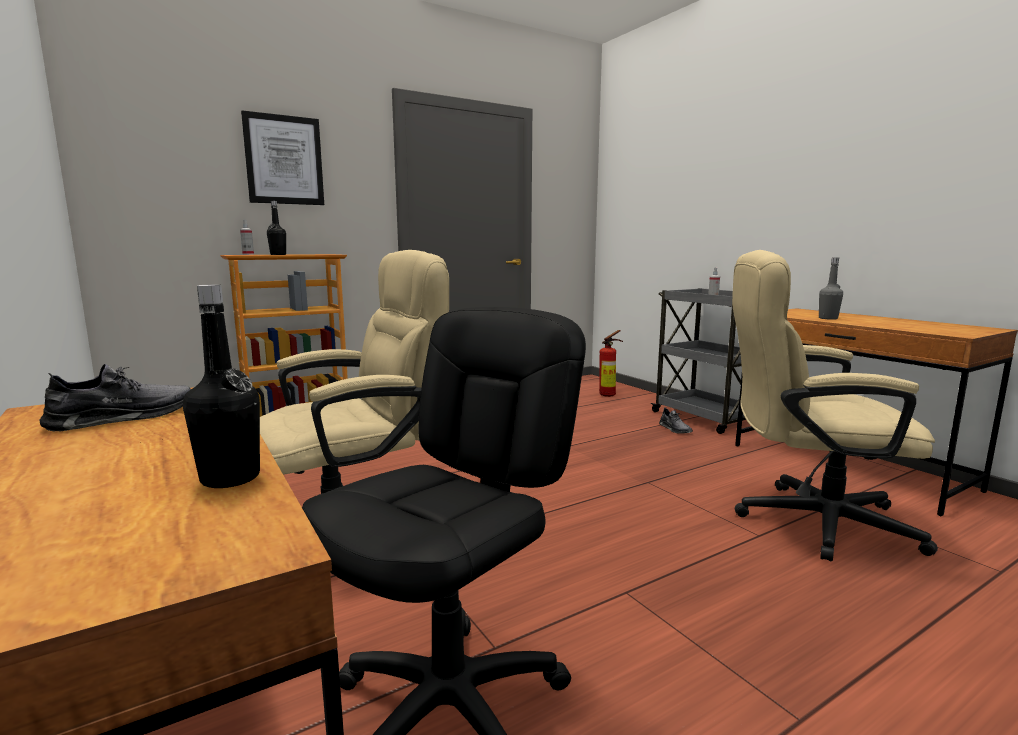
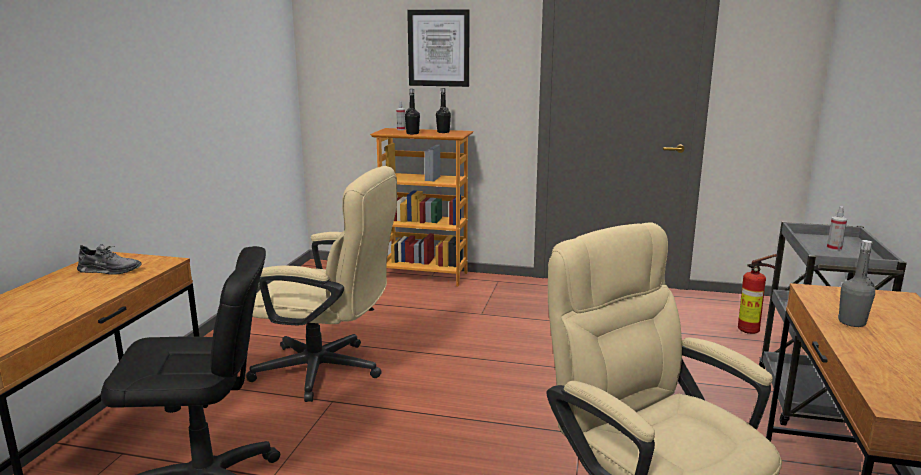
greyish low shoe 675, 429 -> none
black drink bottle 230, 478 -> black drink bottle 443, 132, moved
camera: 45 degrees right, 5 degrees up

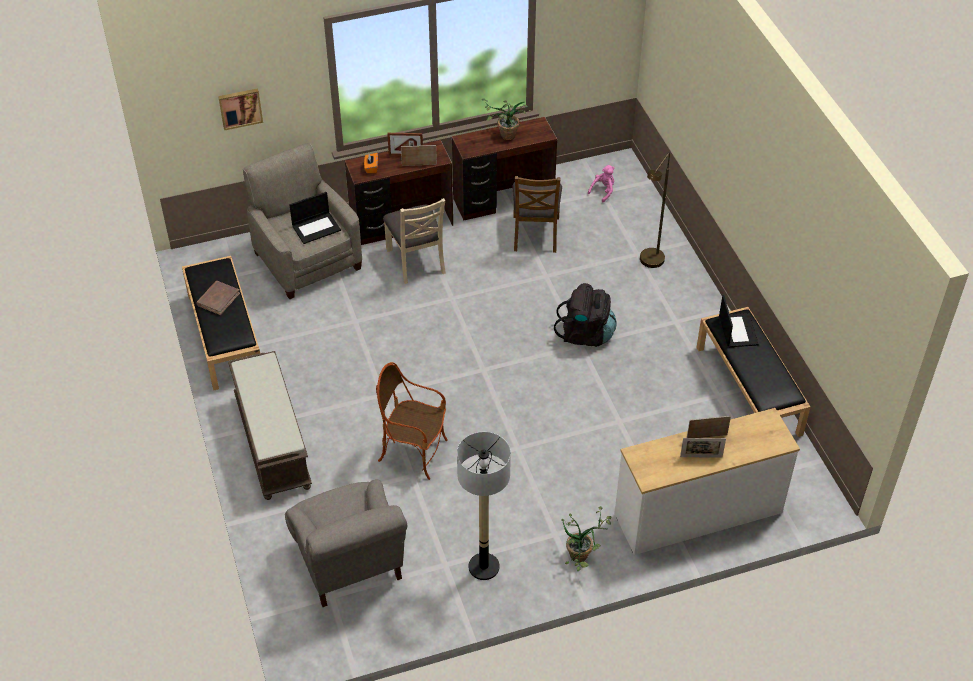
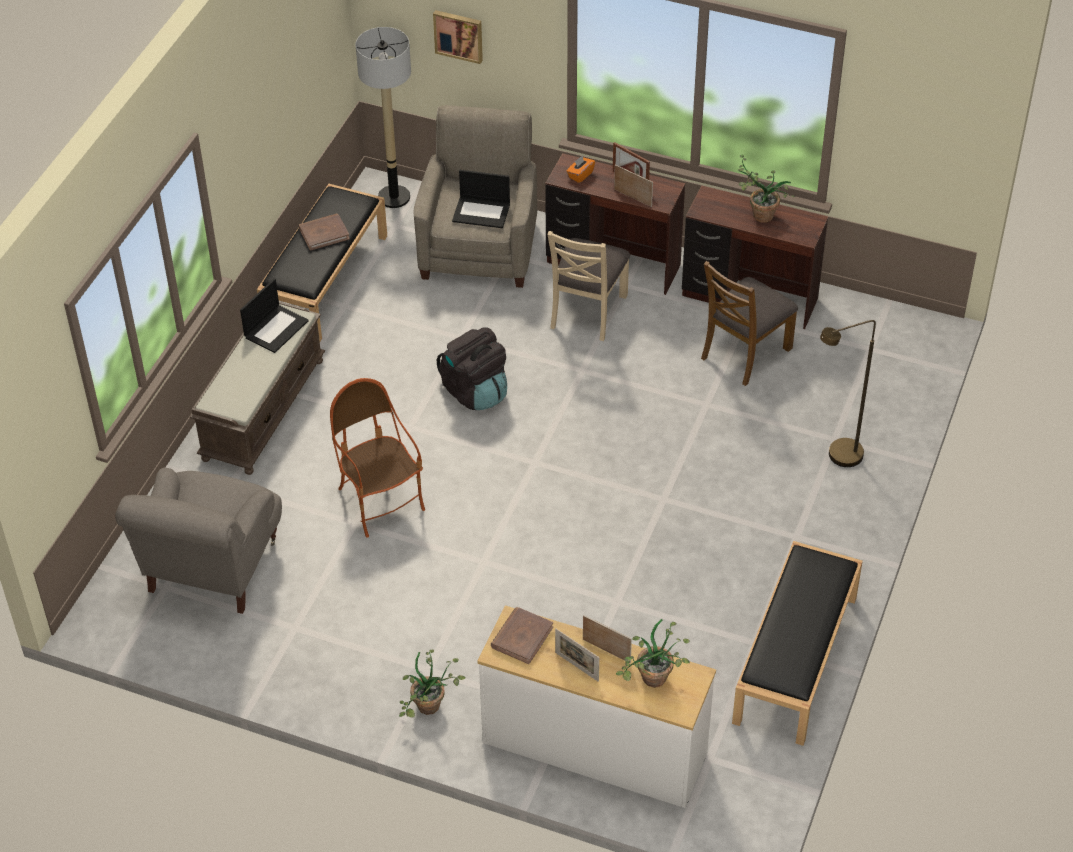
pinkish plush toy 603, 191 -> none
none -> brown-coloured book 522, 637
none -> potted plant 651, 683
standing lamp 483, 566 -> standing lamp 394, 197, moved
black backpack 585, 334 -> black backpack 475, 391, moved
notebook computer 737, 330 -> notebook computer 276, 328, moved
camera: 40 degrees right, 0 degrees up

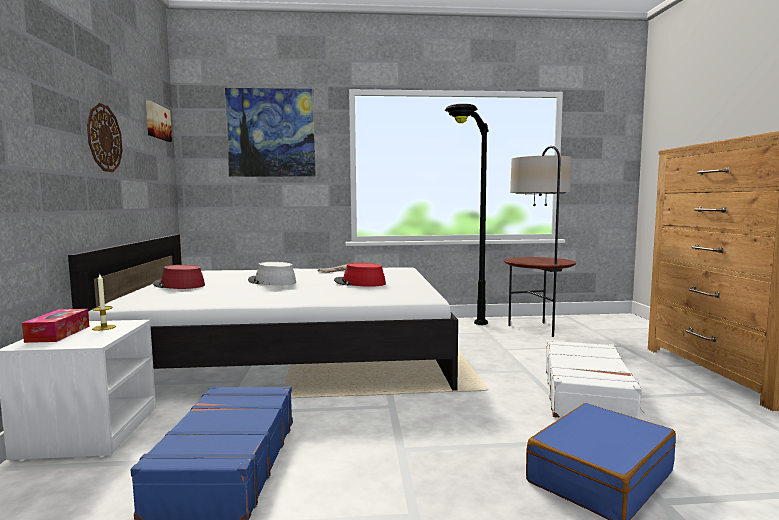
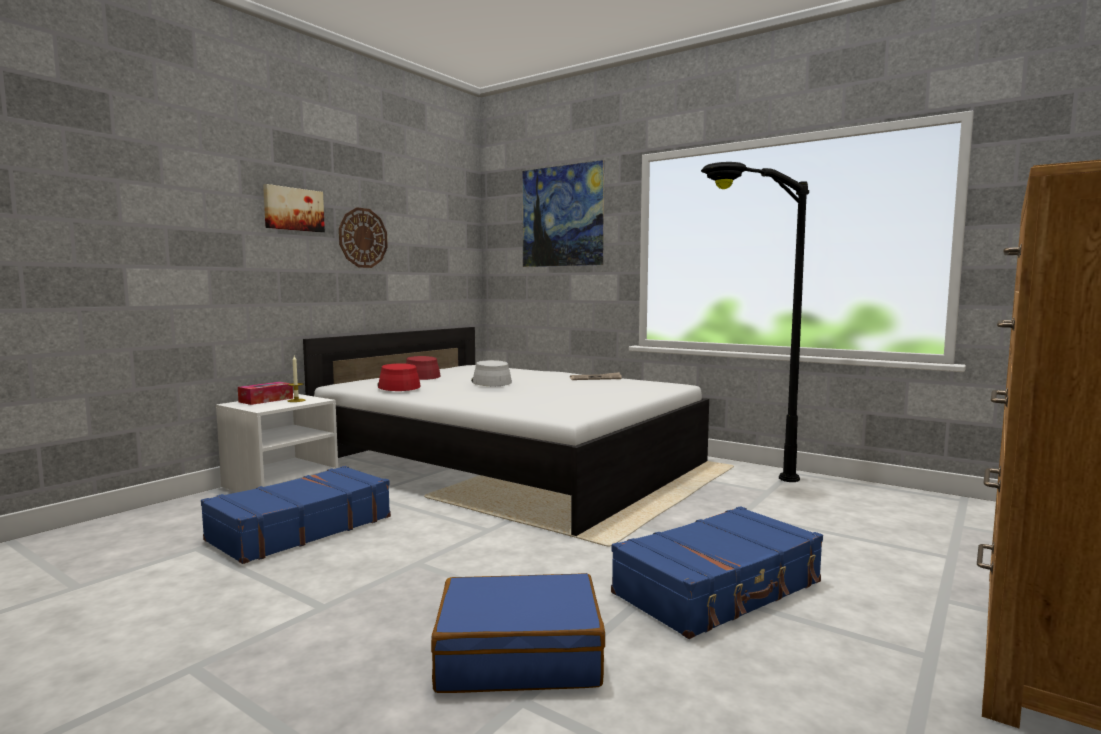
standing lamp 537, 329 -> none
wall art 157, 122 -> wall art 293, 209, moved
red-coloured wearable hat 359, 283 -> red-coloured wearable hat 398, 386, moved
whitish piece of luggage 587, 394 -> blue-coloured piece of luggage 719, 589
camera: 40 degrees right, 0 degrees up

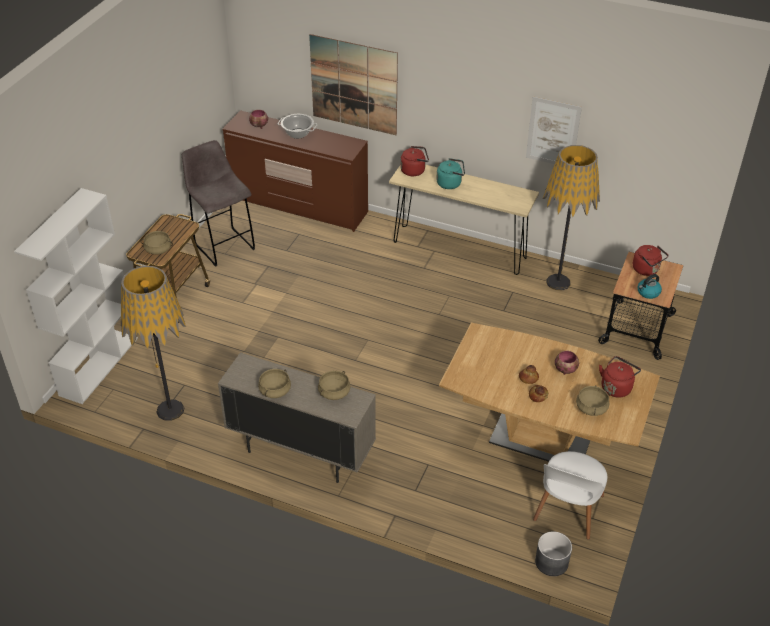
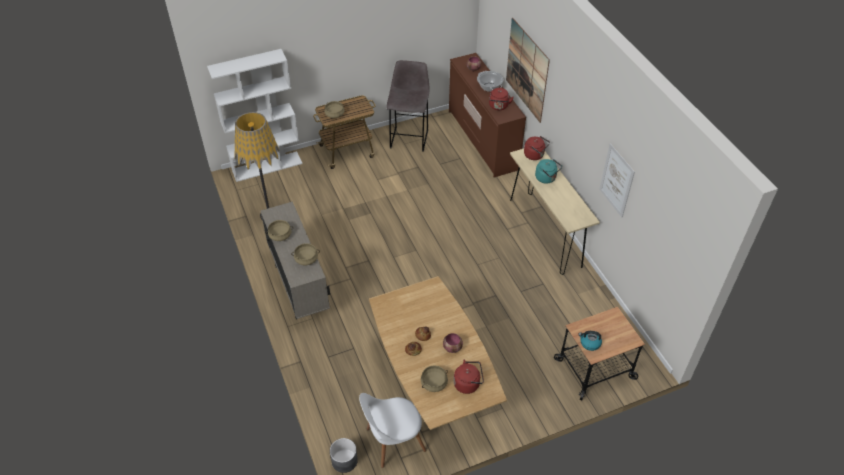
standing lamp 558, 282 -> none
red-coloured kettle 647, 270 -> red-coloured kettle 498, 106, moved
camera: 45 degrees right, 5 degrees up

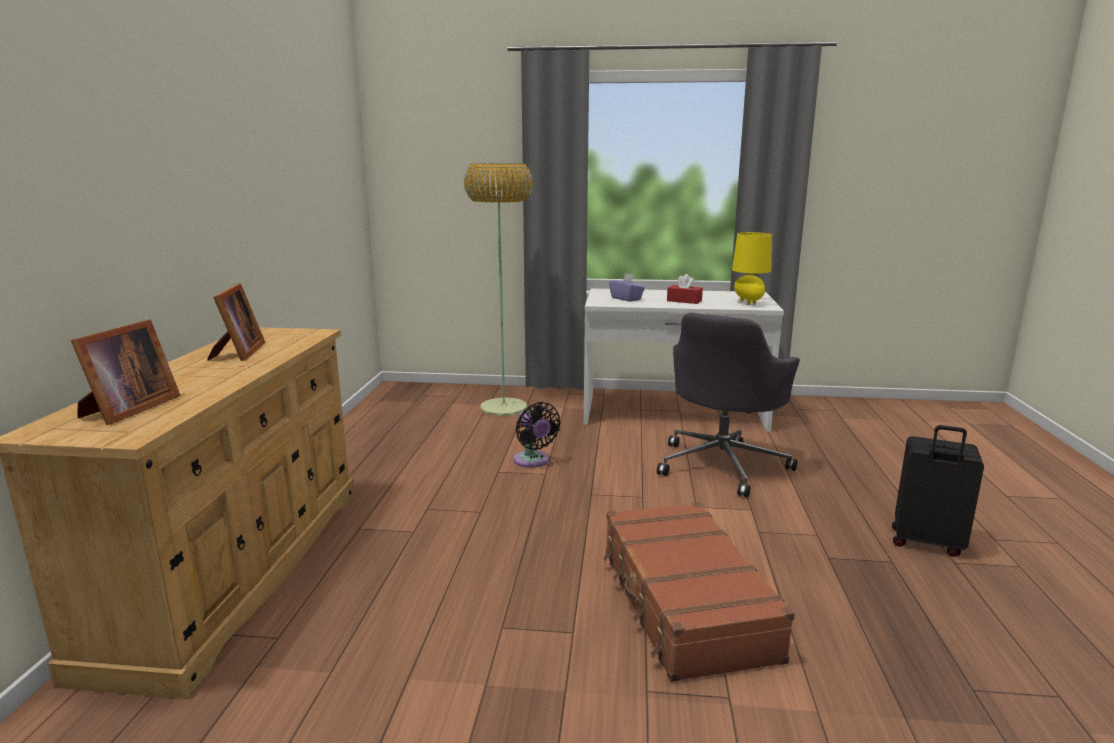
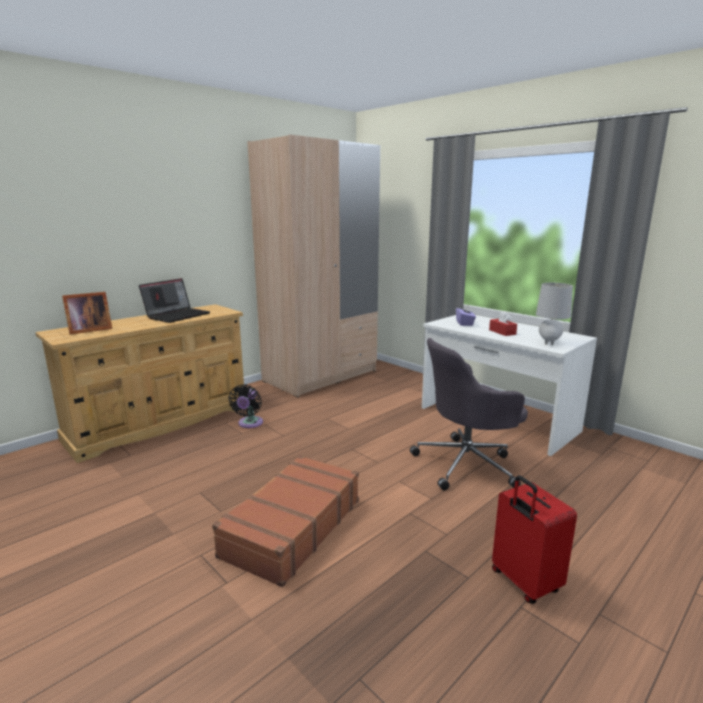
standing lamp 503, 407 -> none
none -> sand-coloured clothes cupboard 321, 376
black cooling fan 533, 461 -> black cooling fan 249, 424, moved
photo frame 238, 353 -> notebook computer 177, 315
yellow-coloured table lamp 748, 303 -> greyish table lamp 549, 343
black piece of luggage 926, 543 -> red-coloured piece of luggage 524, 582
camera: 40 degrees right, 0 degrees up

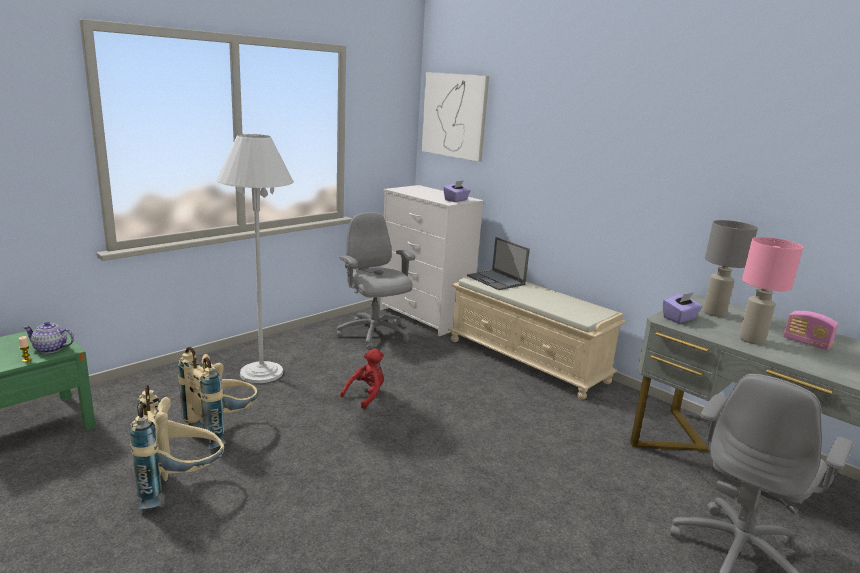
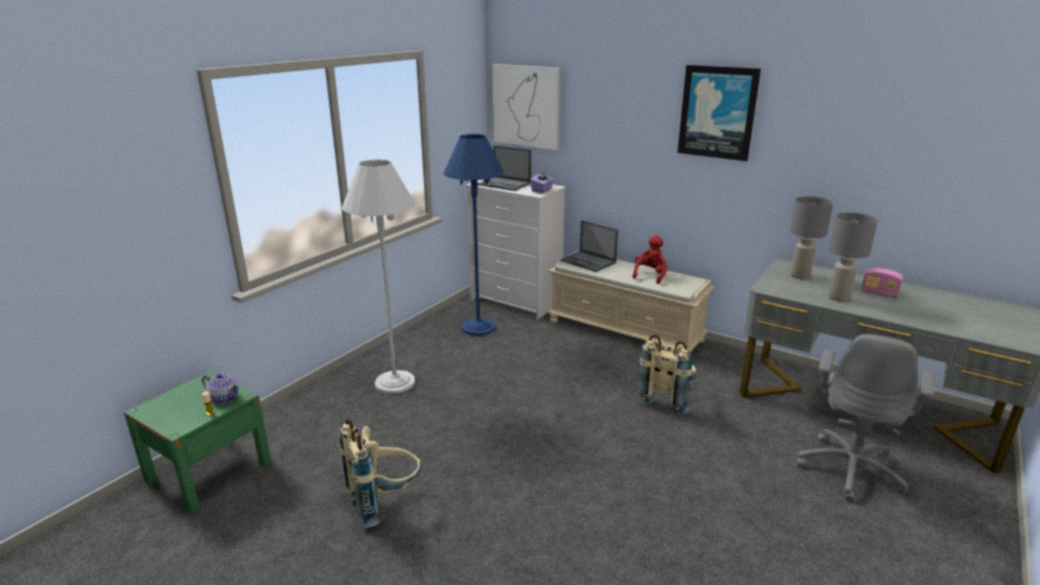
purplish box of tissues 679, 318 -> none
none -> notebook computer 505, 184
none -> wall art 717, 112
sand-coloured backpack 223, 429 -> sand-coloured backpack 666, 398, moved
red-coloured plush toy 366, 395 -> red-coloured plush toy 650, 275, moved
greyish office chair 374, 335 -> blue-coloured standing lamp 478, 327
pinkish table lamp 751, 339 -> greyish table lamp 838, 297
tea pot 50, 349 -> tea pot 224, 398, 150 degrees counterclockwise
camera: 10 degrees left, 5 degrees up

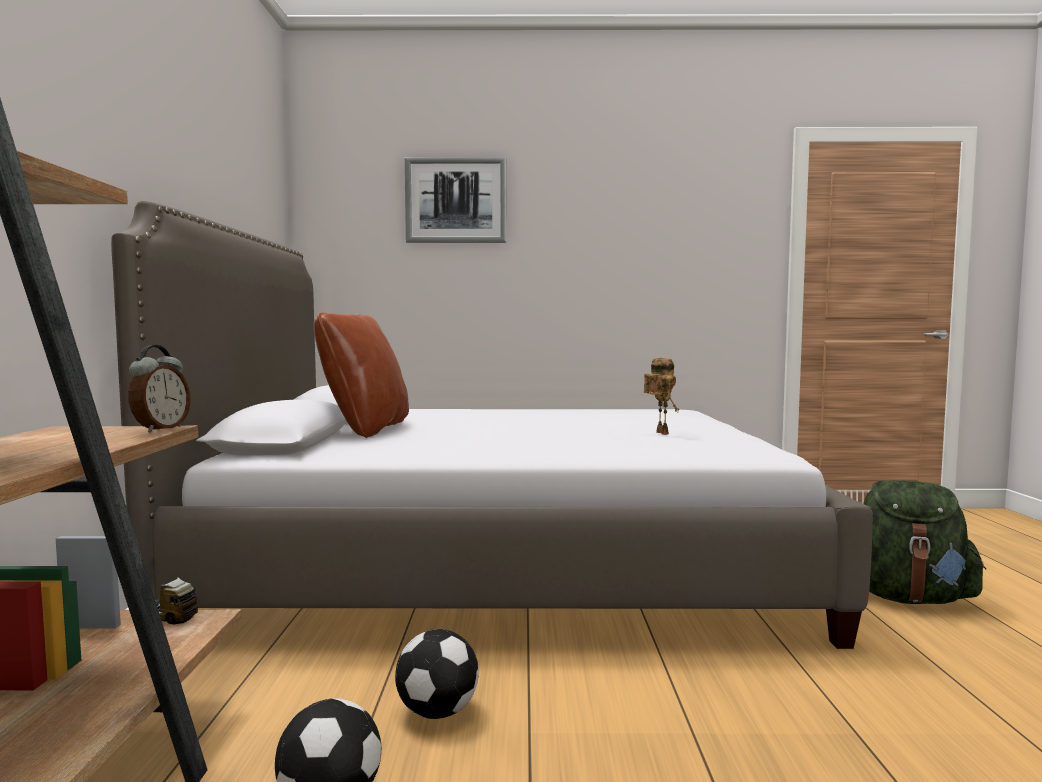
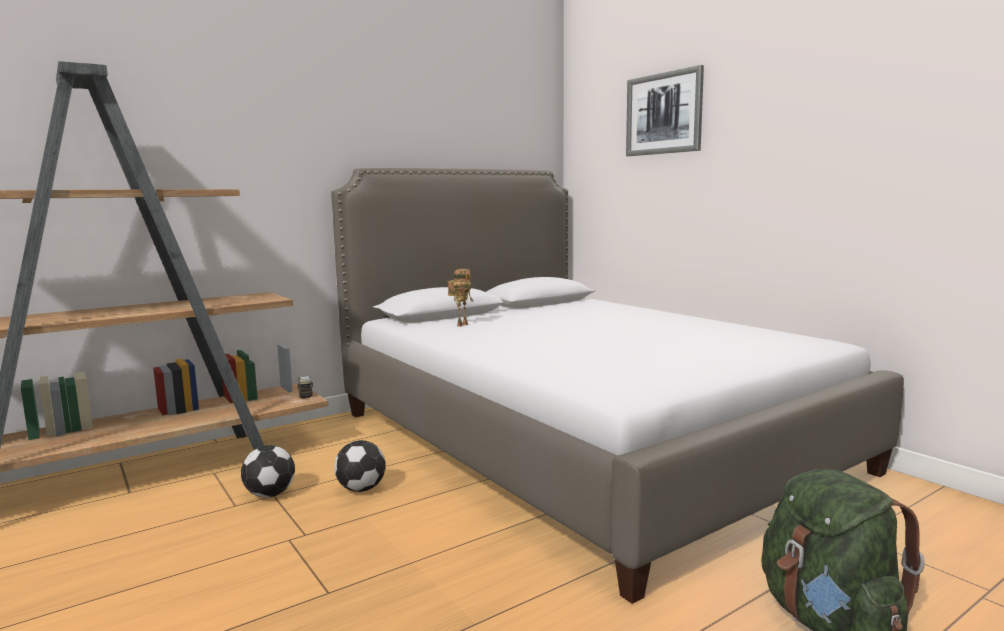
alarm clock 160, 429 -> none
brown-coloured cushion 366, 429 -> none
model robot 659, 433 -> model robot 462, 325, moved
camera: 55 degrees right, 5 degrees up

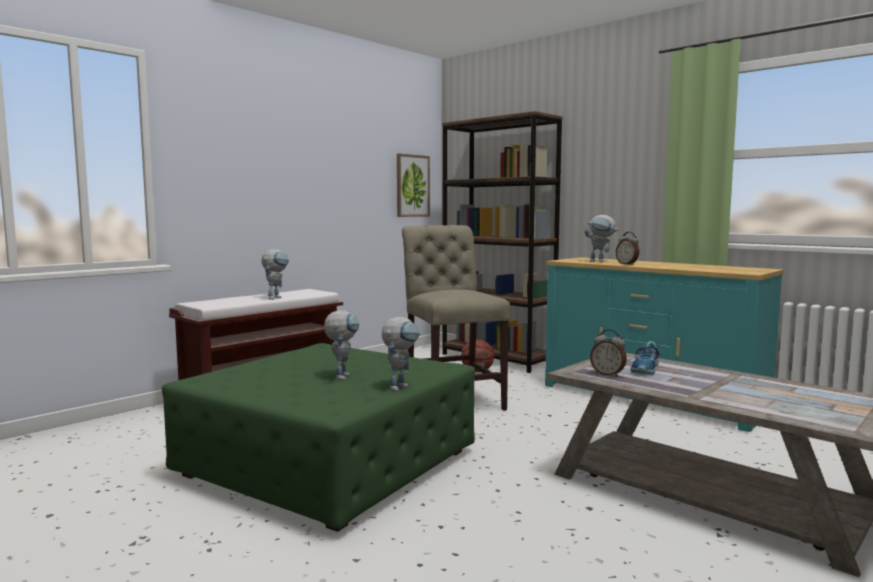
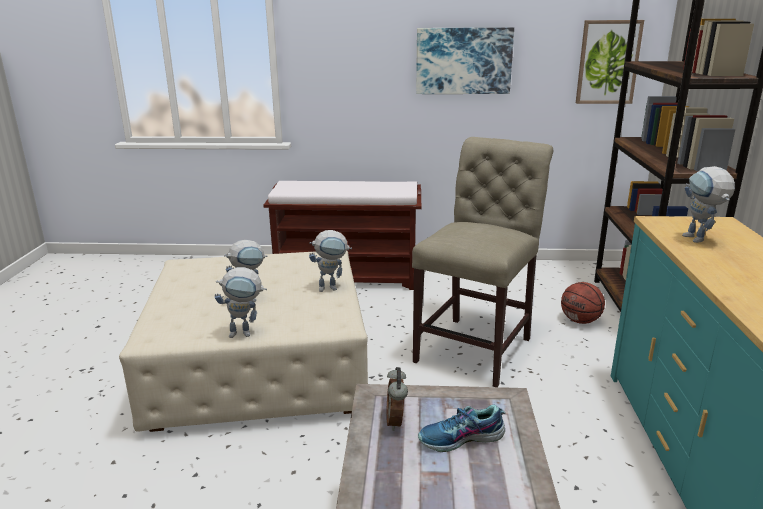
alarm clock 627, 264 -> none
none -> wall art 463, 61
model robot 276, 298 -> model robot 332, 288, moved
green pouffe 328, 462 -> sand-coloured pouffe 261, 365
camera: 50 degrees right, 15 degrees up

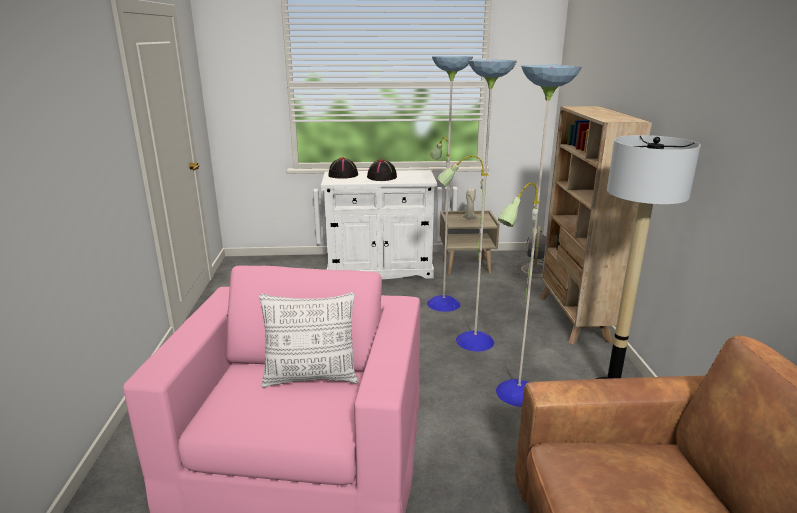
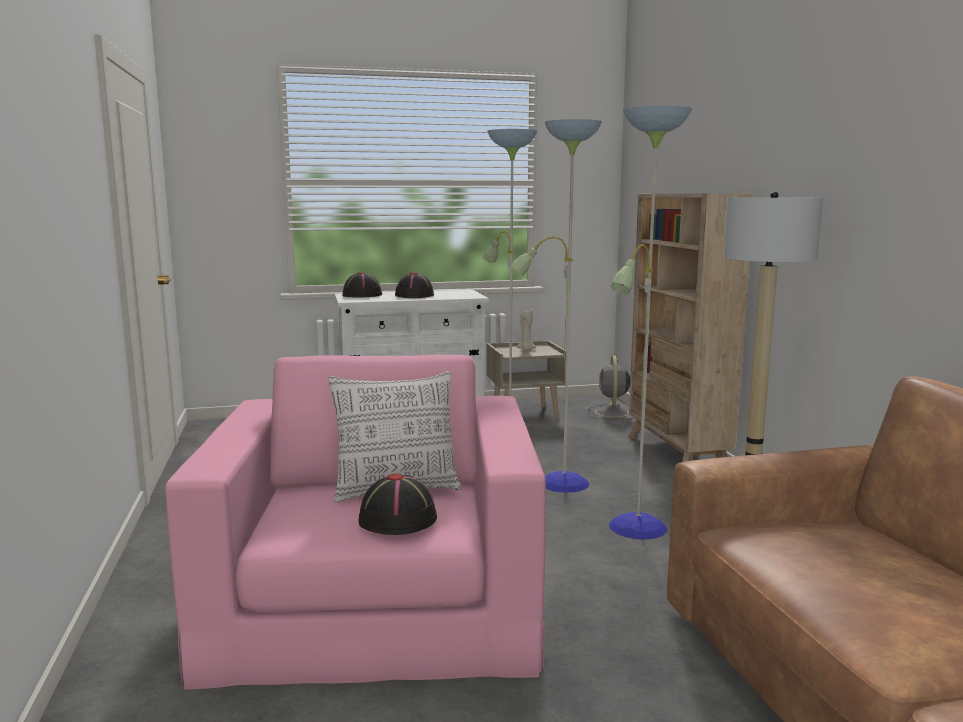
none -> black wearable hat 398, 519
camera: 10 degrees left, 10 degrees down

